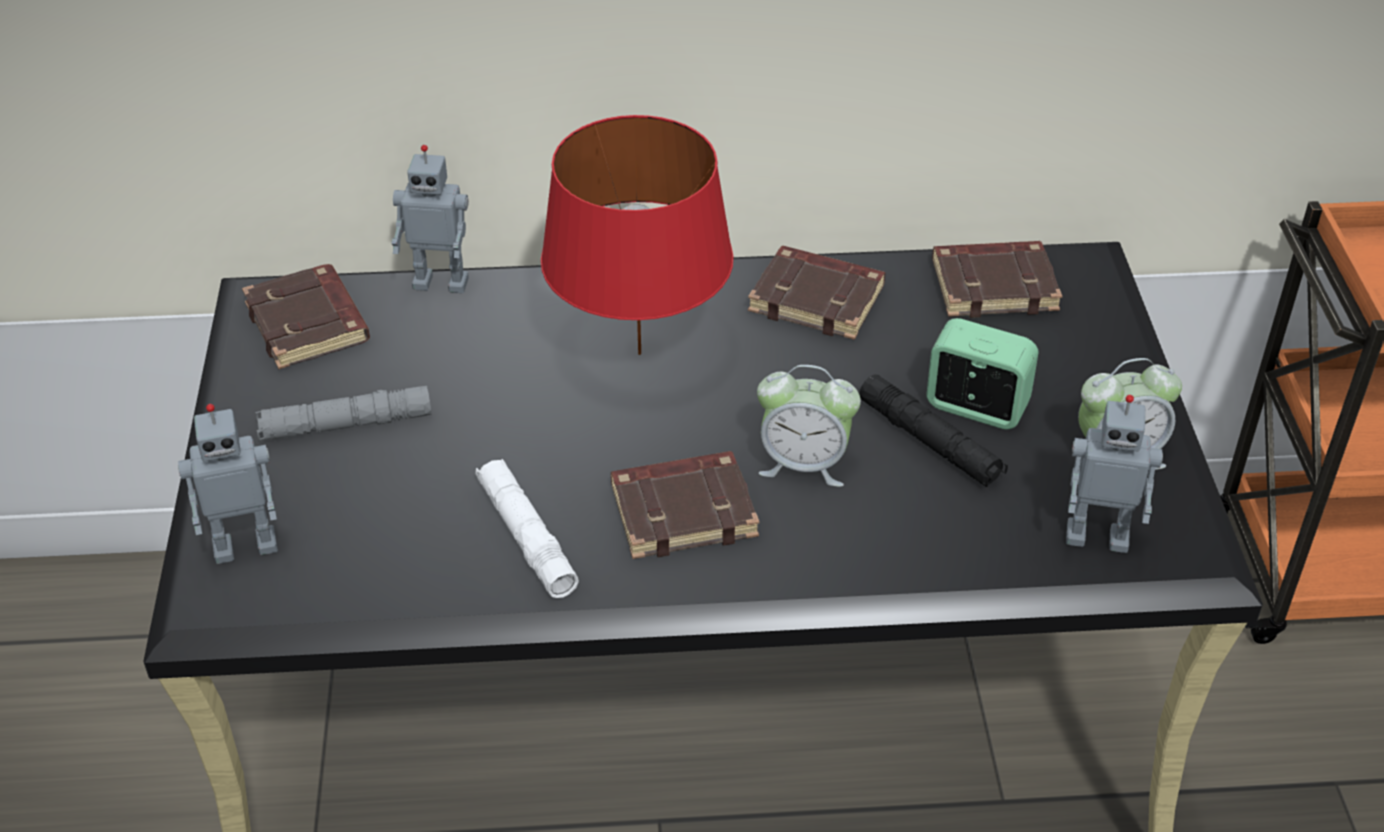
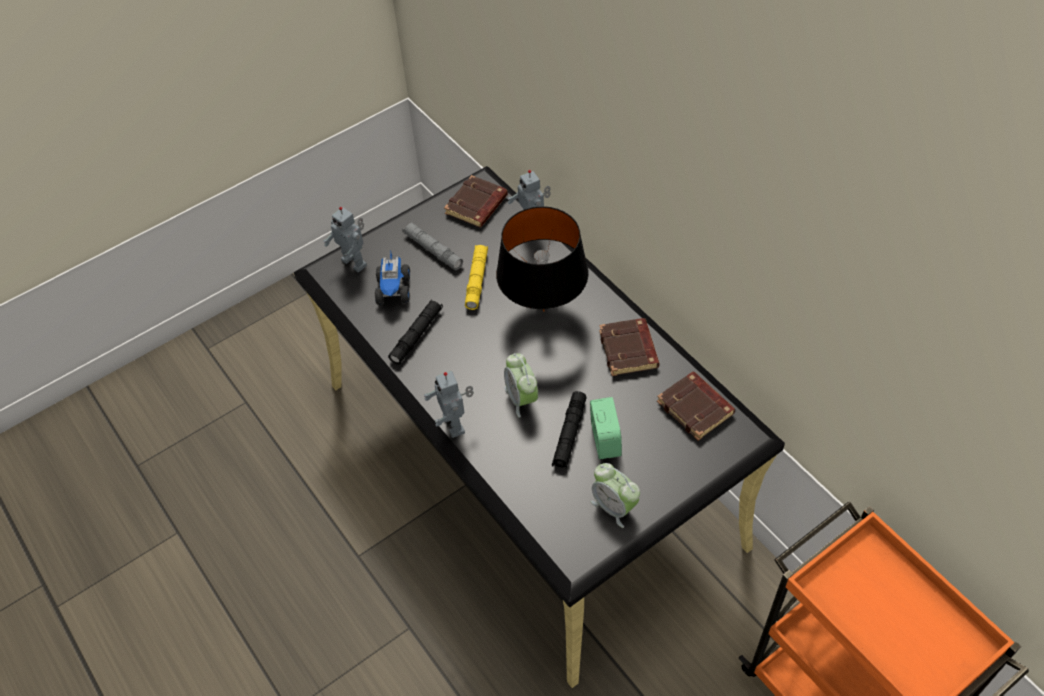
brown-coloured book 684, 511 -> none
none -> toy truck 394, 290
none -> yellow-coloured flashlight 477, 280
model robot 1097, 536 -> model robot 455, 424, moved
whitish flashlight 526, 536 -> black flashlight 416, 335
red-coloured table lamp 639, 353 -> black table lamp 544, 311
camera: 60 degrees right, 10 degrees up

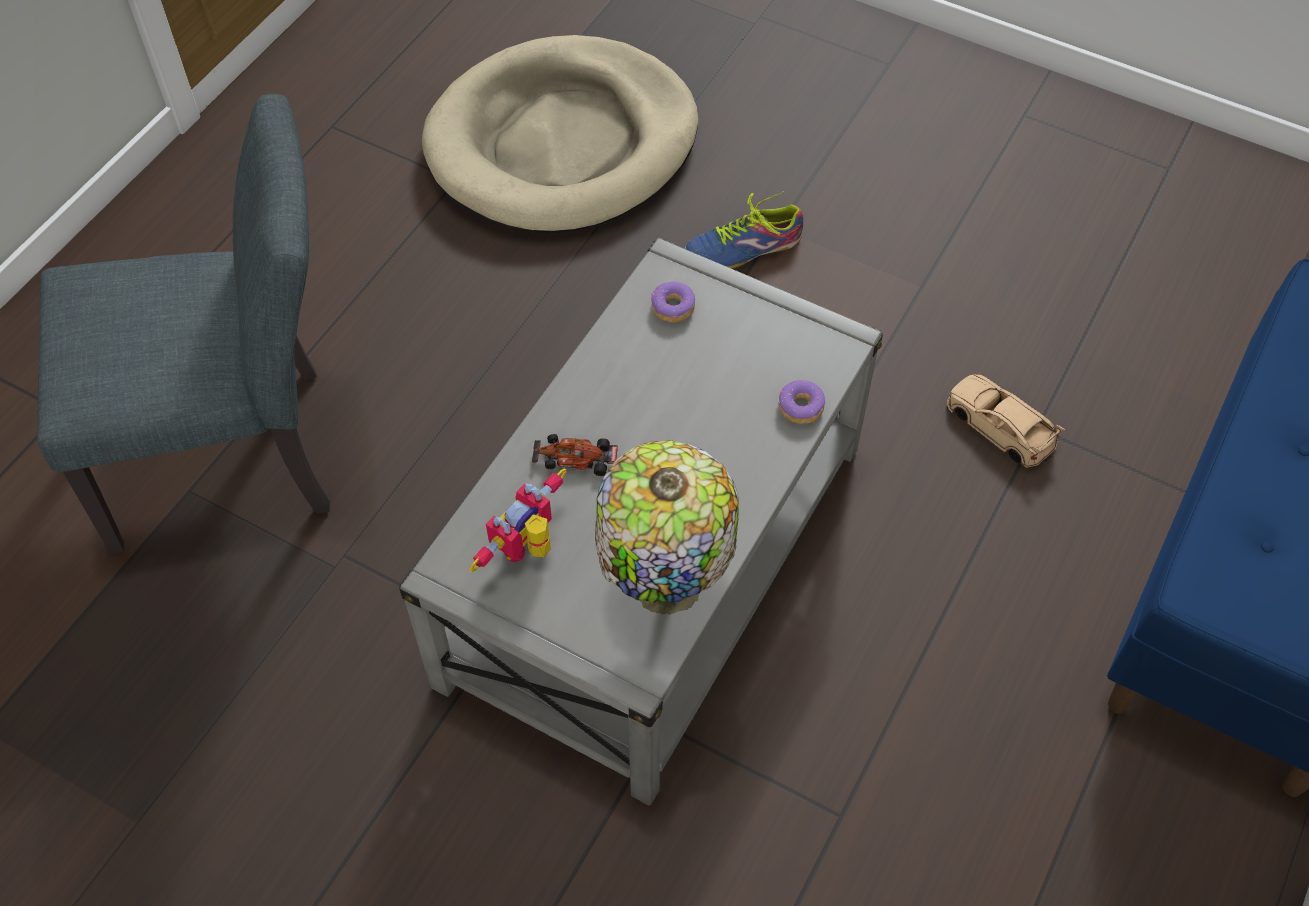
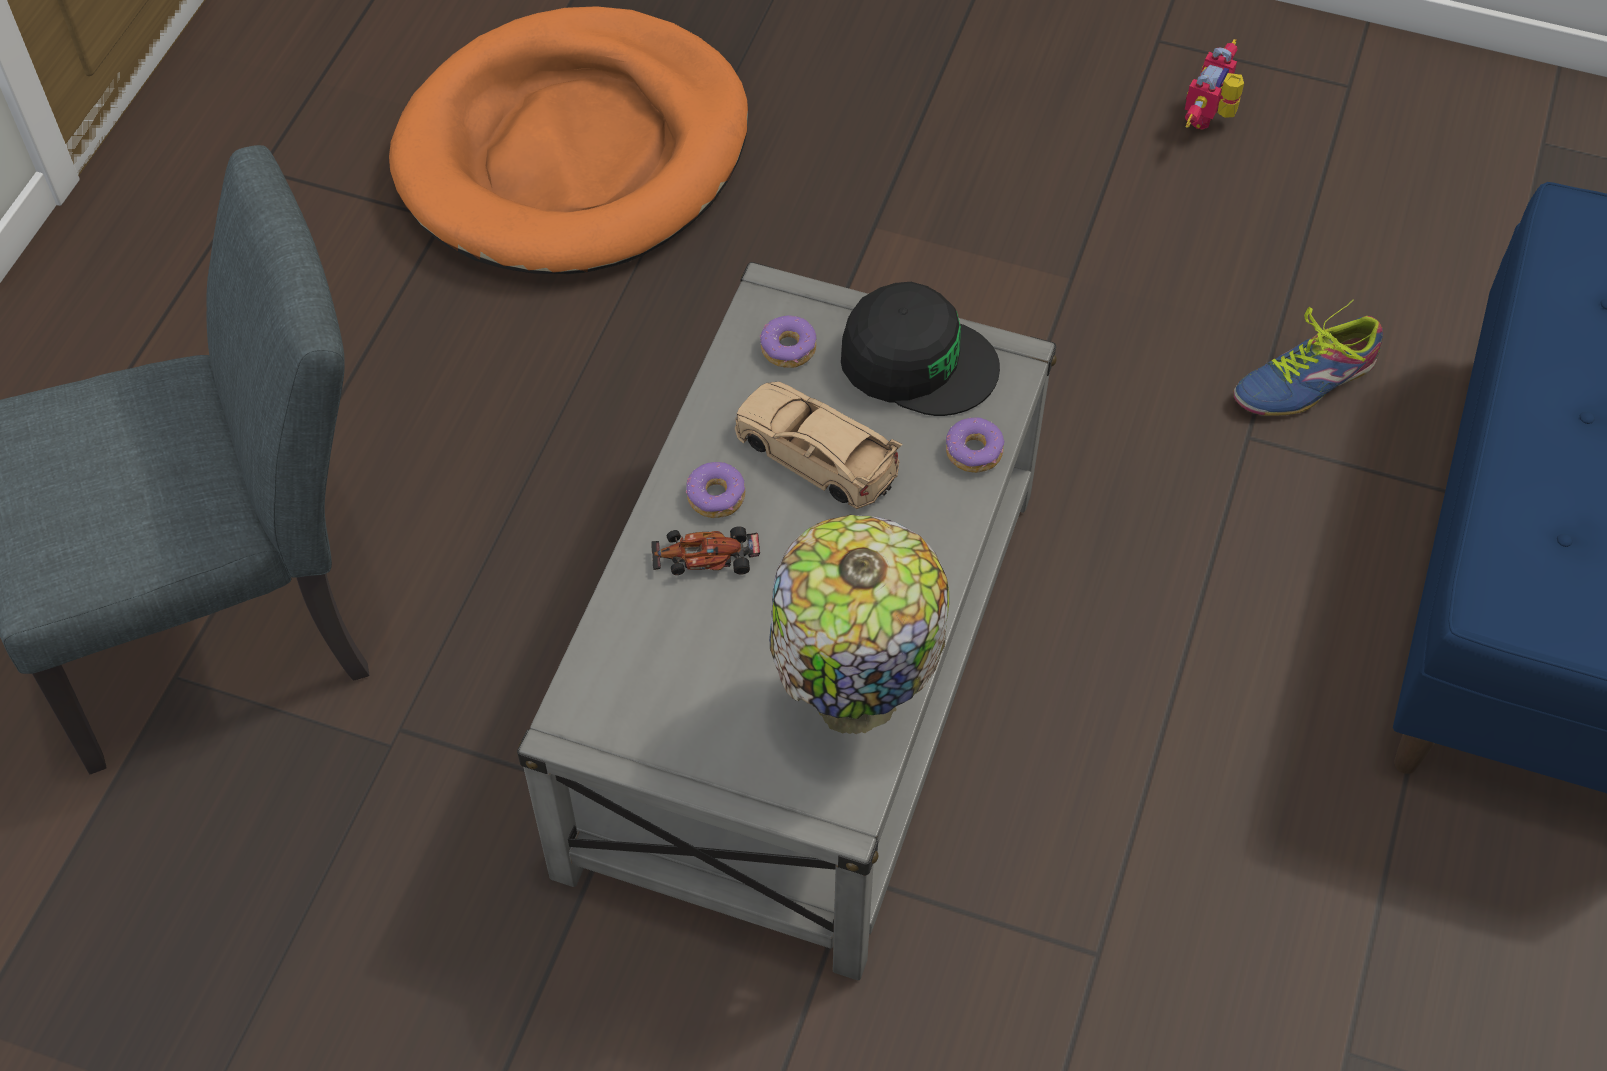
none -> doughnut 716, 497
none -> black baseball cap 917, 360
model robot 529, 549 -> model robot 1211, 118, moved
low shoe 744, 248 -> low shoe 1306, 381, moved
sand-coloured toy car 1000, 426 -> sand-coloured toy car 816, 453, moved
sand-coloured dog bed 563, 143 -> orangey dog bed 574, 153
camera: 10 degrees left, 0 degrees up

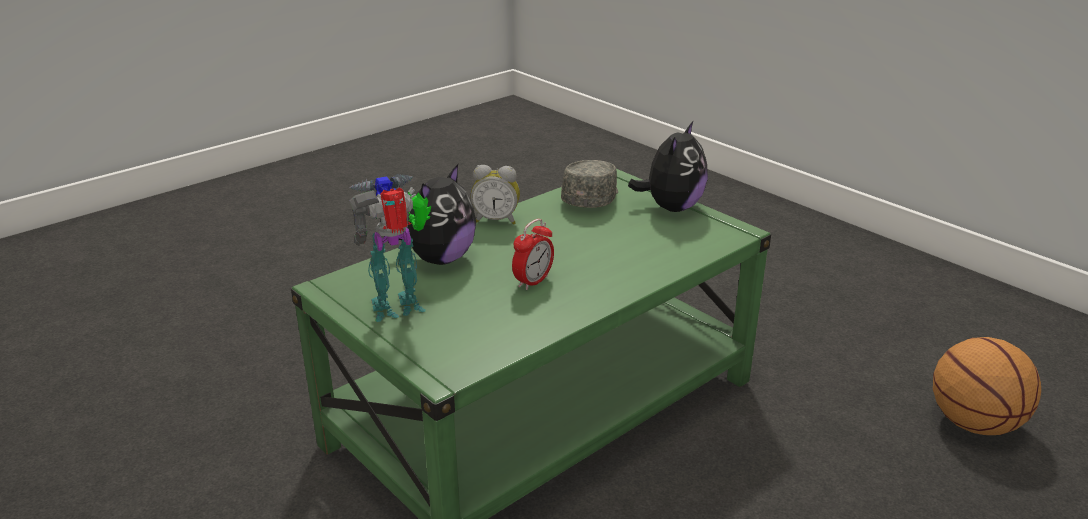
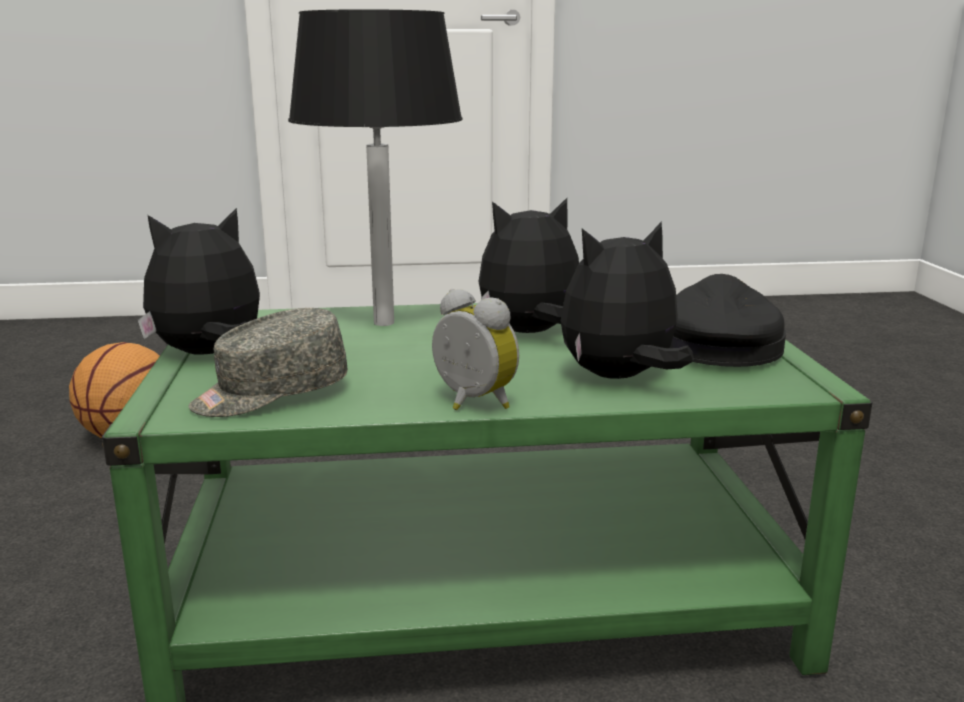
none -> black table lamp 384, 323
model robot 400, 309 -> black baseball cap 717, 344
alarm clock 533, 281 -> plush toy 531, 333
camera: 145 degrees left, 10 degrees down

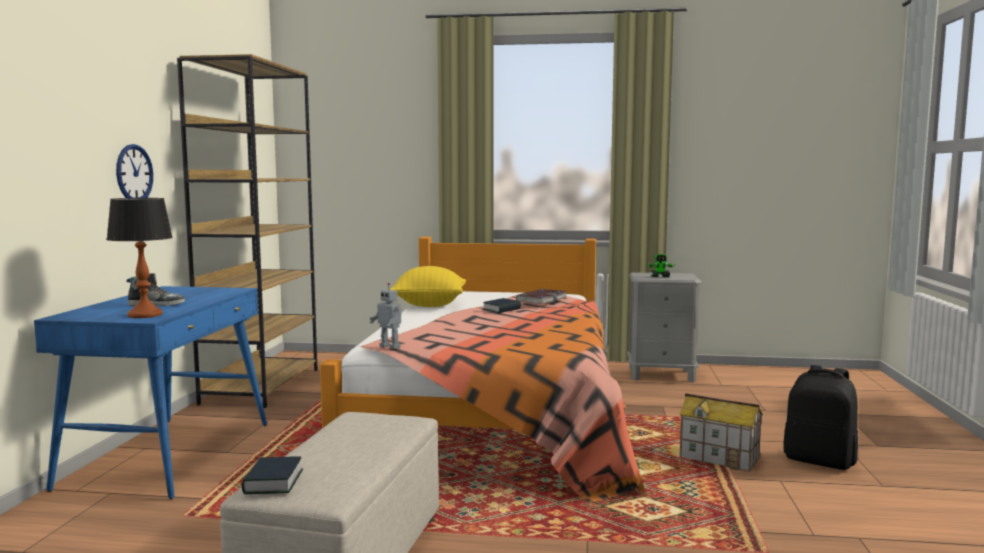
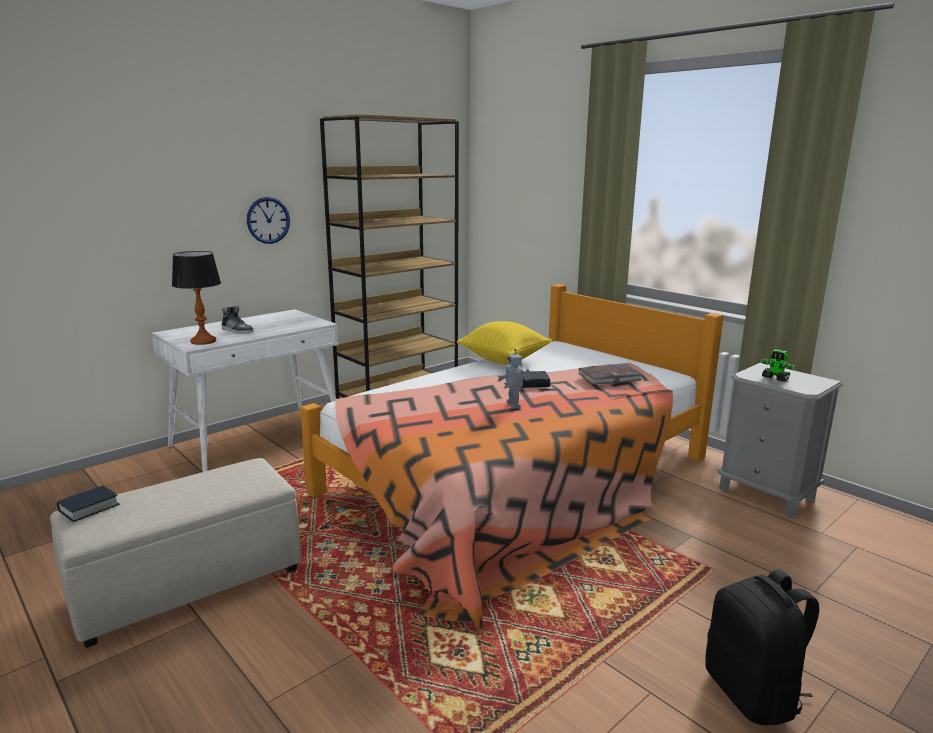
miniature house 720, 457 -> none
model robot 390, 346 -> model robot 514, 405, moved
blue-coloured desk table 169, 454 -> whitish desk table 258, 440
camera: 40 degrees right, 10 degrees up

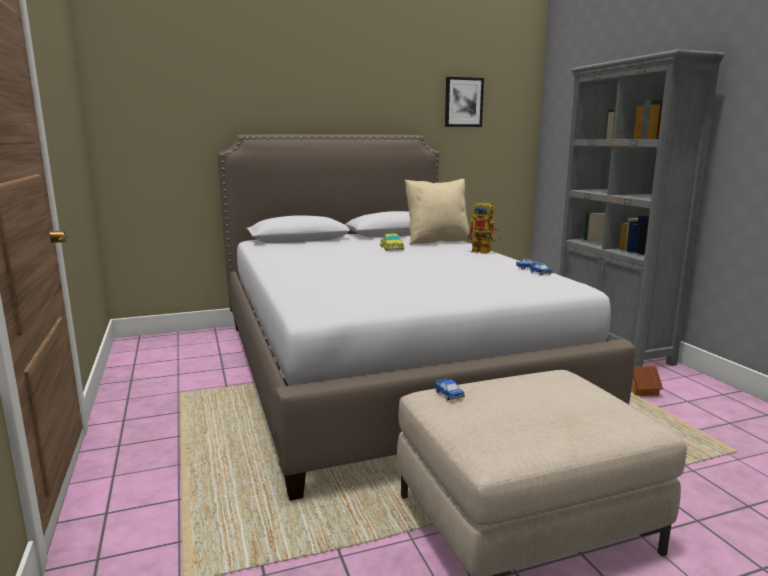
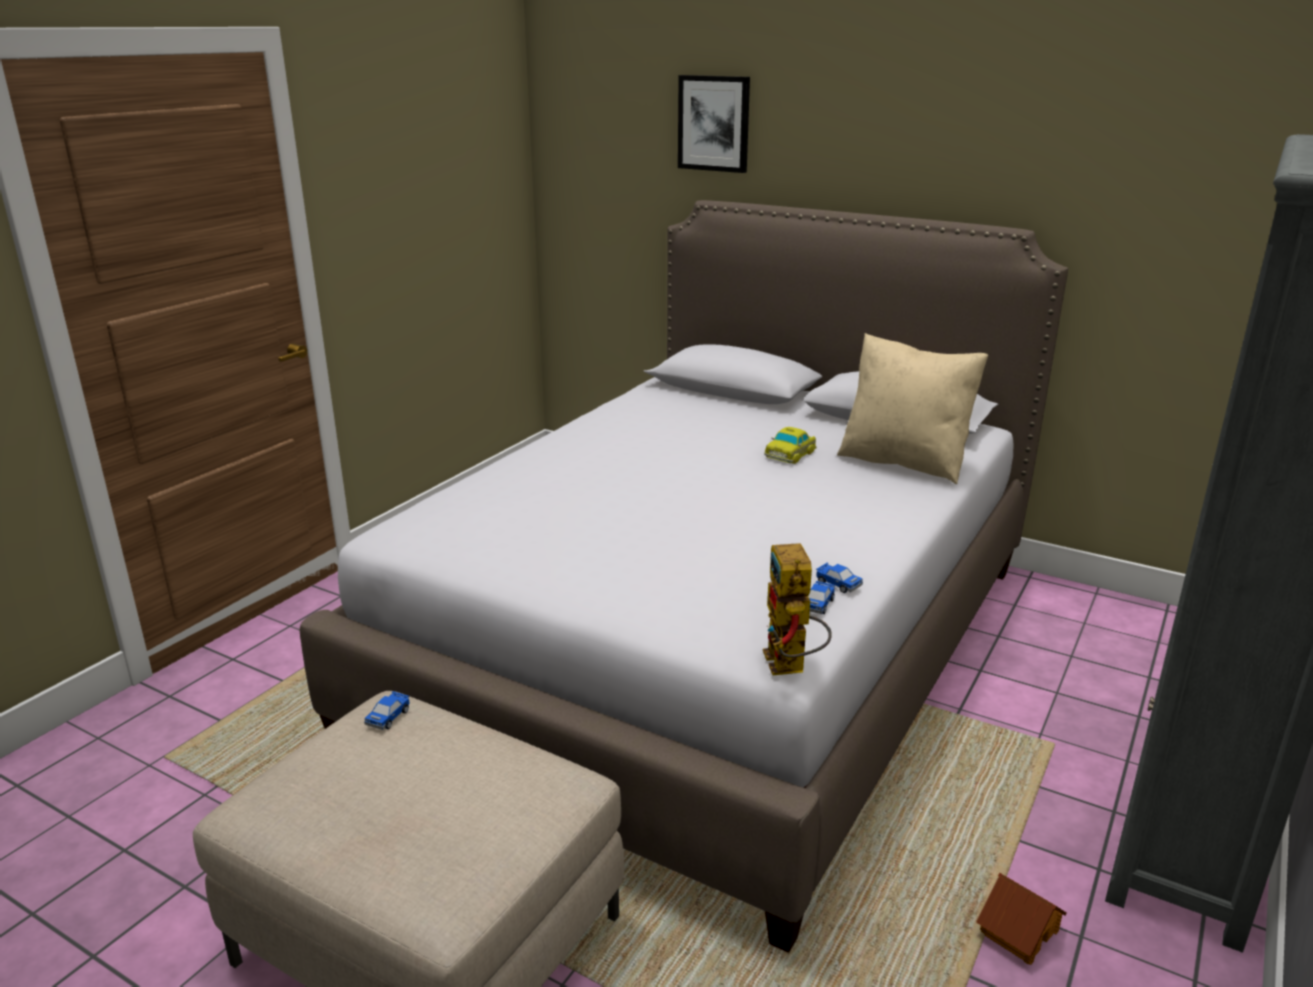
wall art 463, 102 -> wall art 714, 123, moved
model robot 485, 252 -> model robot 791, 668, moved
camera: 50 degrees right, 10 degrees up

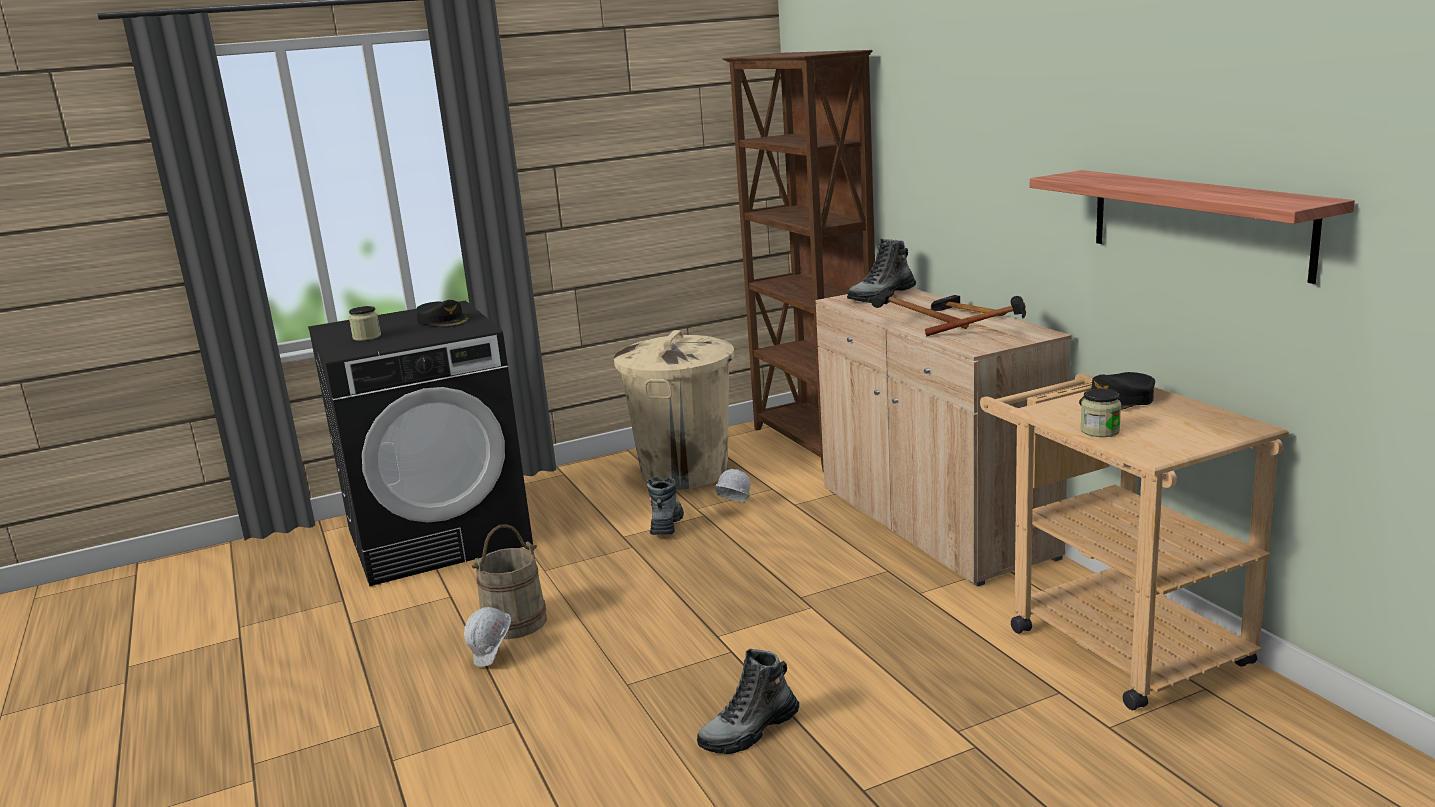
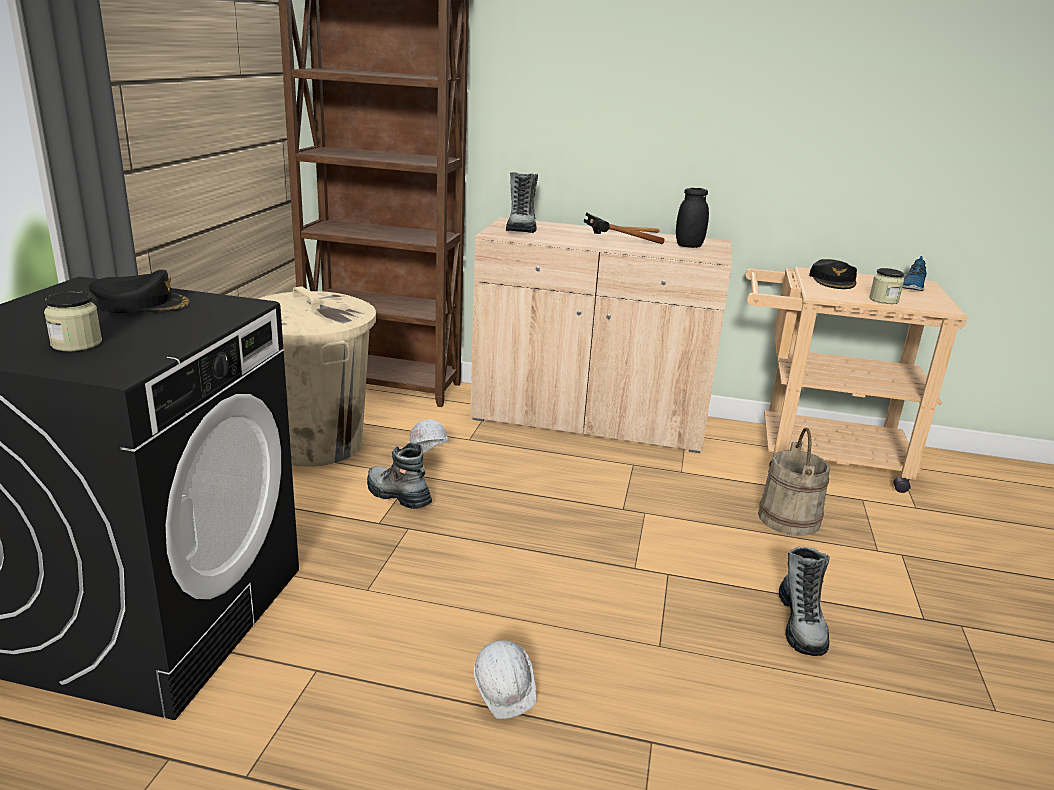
wall shelf 1197, 222 -> none
none -> low shoe 912, 286
sand-coloured water bucket 514, 621 -> sand-coloured water bucket 788, 518, moved
hand hammer 989, 334 -> black jar 689, 246
camera: 55 degrees left, 5 degrees up

